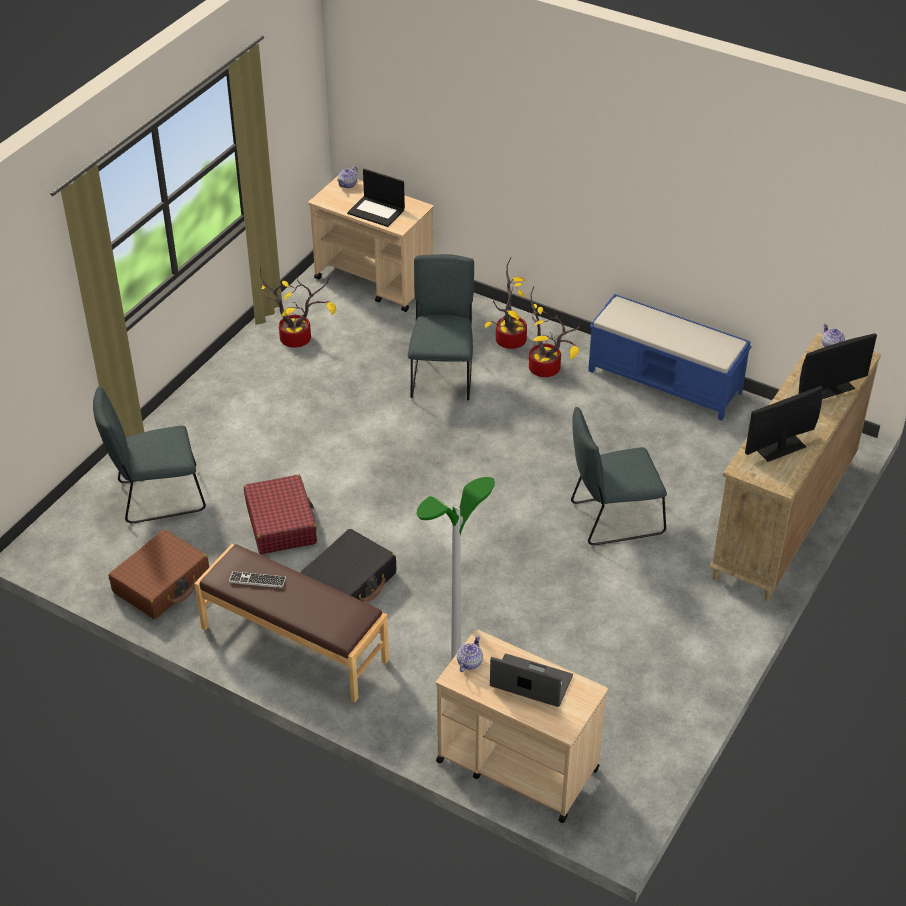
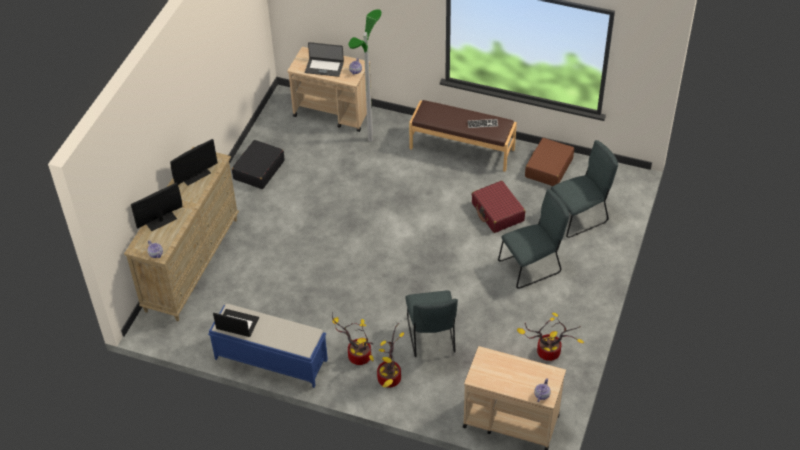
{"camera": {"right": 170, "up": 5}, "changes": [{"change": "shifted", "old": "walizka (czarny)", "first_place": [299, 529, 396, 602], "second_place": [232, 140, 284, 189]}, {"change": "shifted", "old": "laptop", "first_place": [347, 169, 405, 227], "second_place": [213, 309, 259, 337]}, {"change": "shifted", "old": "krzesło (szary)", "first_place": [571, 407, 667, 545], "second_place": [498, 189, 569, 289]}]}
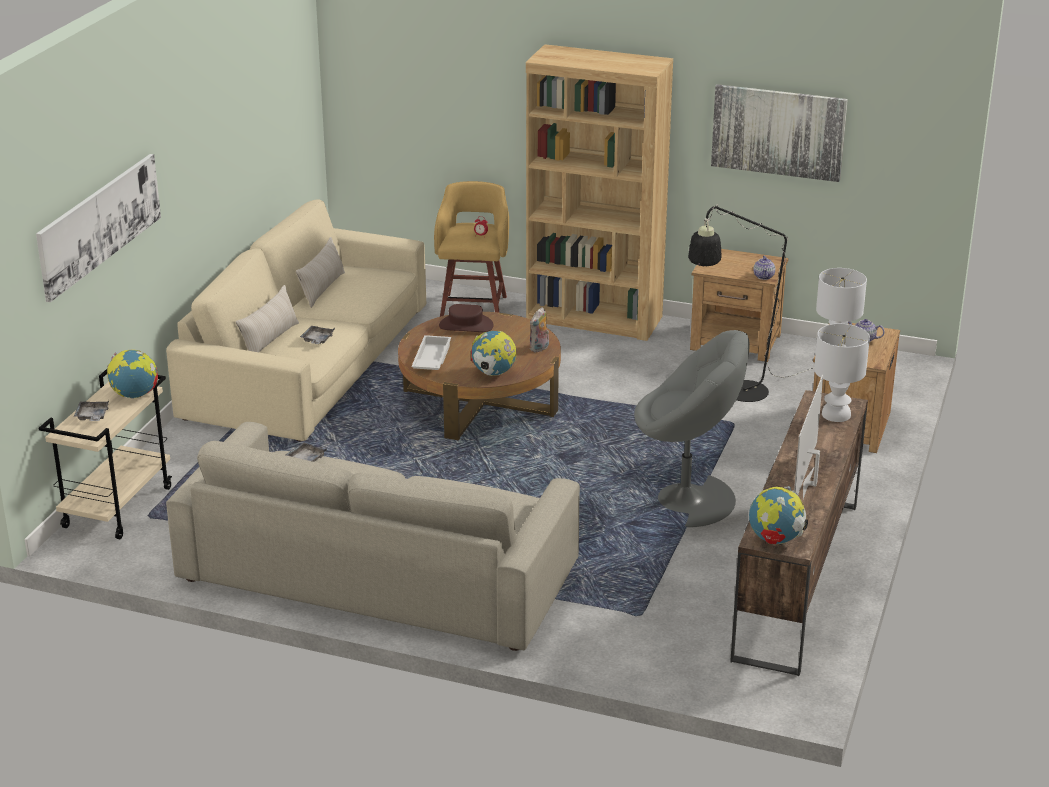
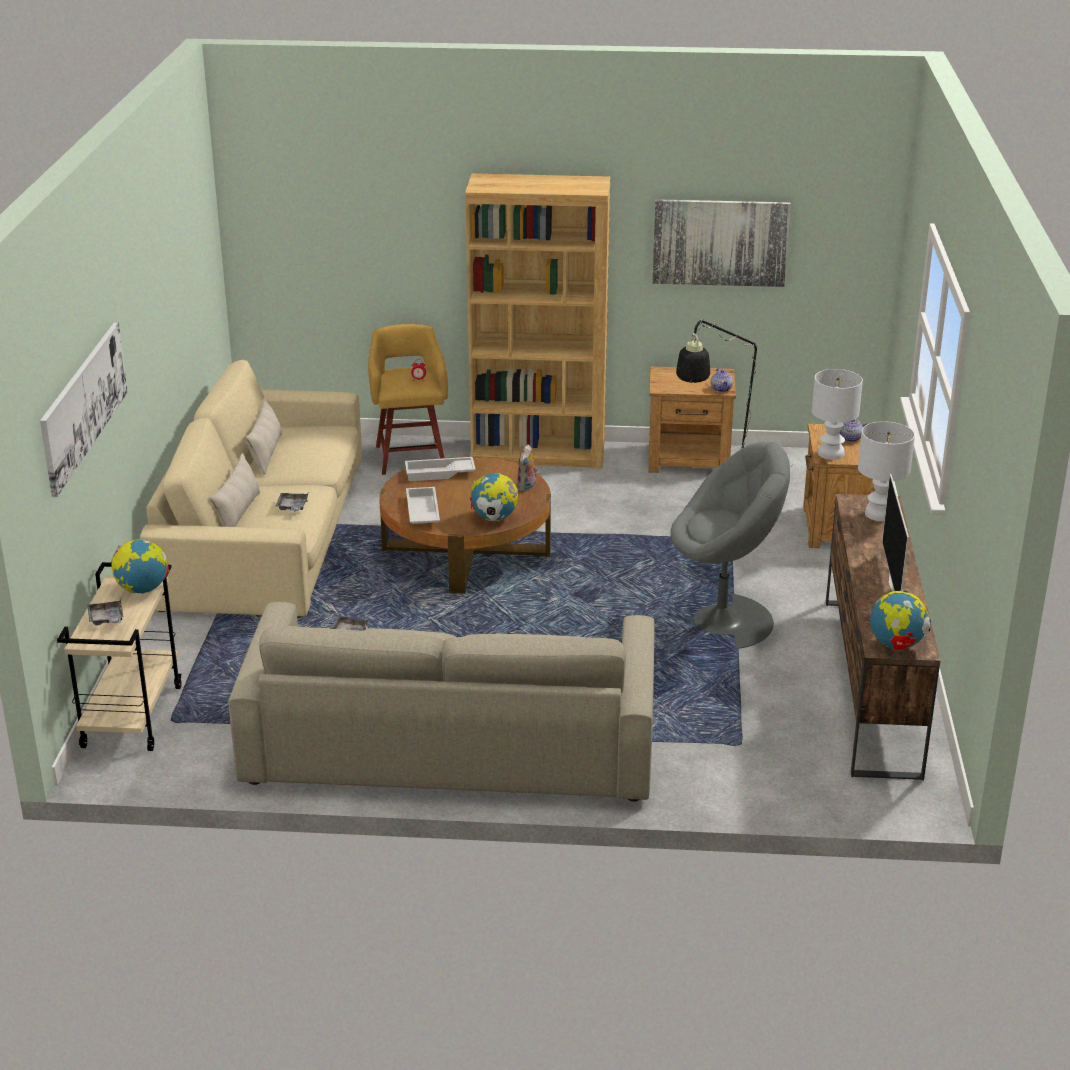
{"camera": {"right": -15, "up": 0}, "changes": [{"change": "swapped", "old": "kapelusz (brązowy)", "new": "taca (biały)", "first_place": [439, 304, 494, 332], "second_place": [405, 457, 476, 481]}]}
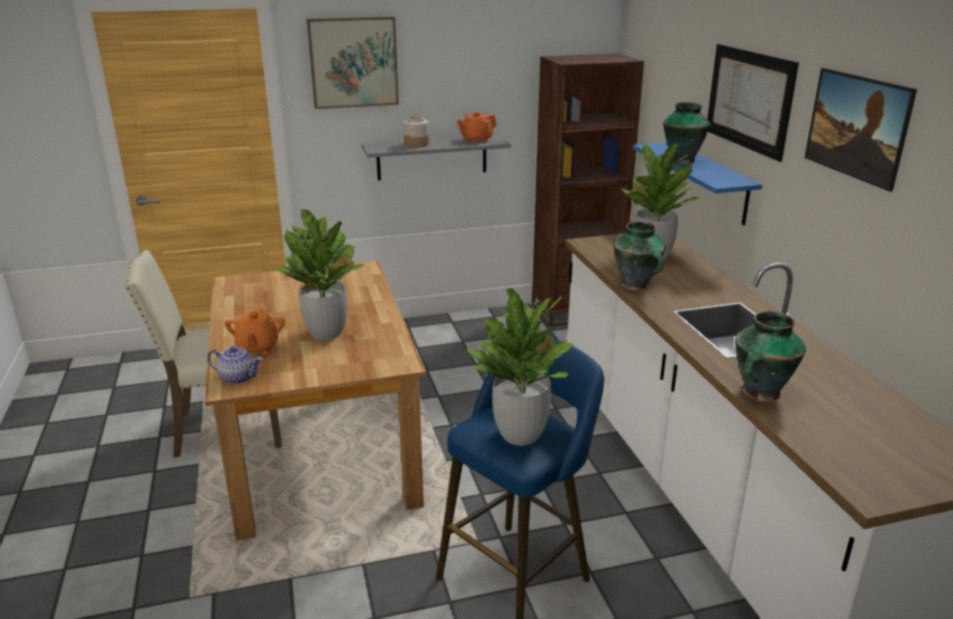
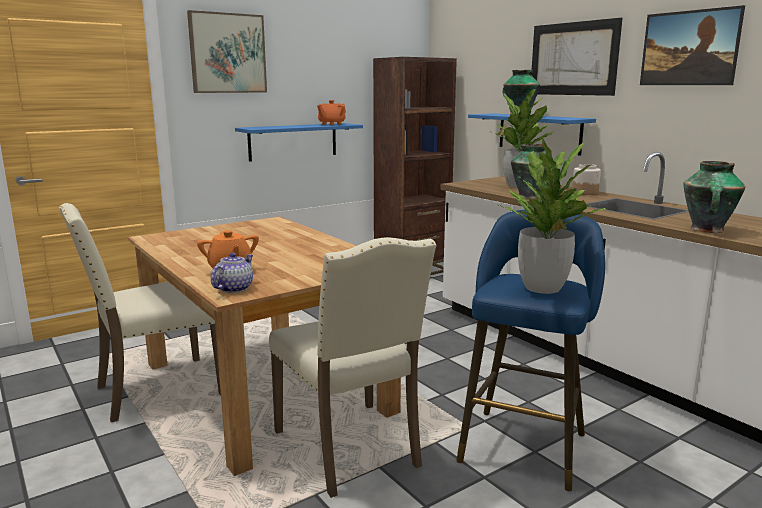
{"camera": {"right": -20, "up": -10}, "changes": [{"change": "rotated", "old": "imbryk", "first_place": [207, 346, 262, 384], "second_place": [211, 252, 253, 293], "degrees": -60}, {"change": "gone", "old": "roślina doniczkowa", "first_place": [275, 209, 365, 340]}, {"change": "repainted", "old": "półka (szary)", "new": "półka (niebieski)", "first_place": [361, 135, 511, 180], "second_place": [235, 123, 363, 162]}, {"change": "shifted", "old": "słoik", "first_place": [403, 116, 429, 148], "second_place": [572, 164, 601, 195]}, {"change": "new", "new": "krzesło (beżowy)", "second_place": [269, 237, 436, 498]}]}
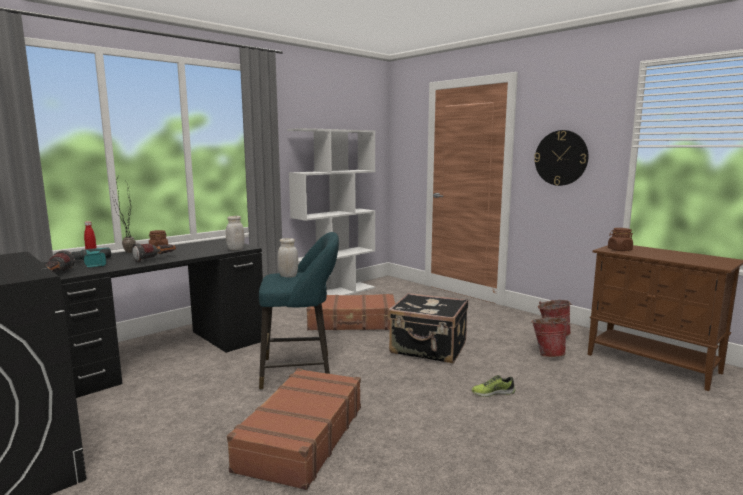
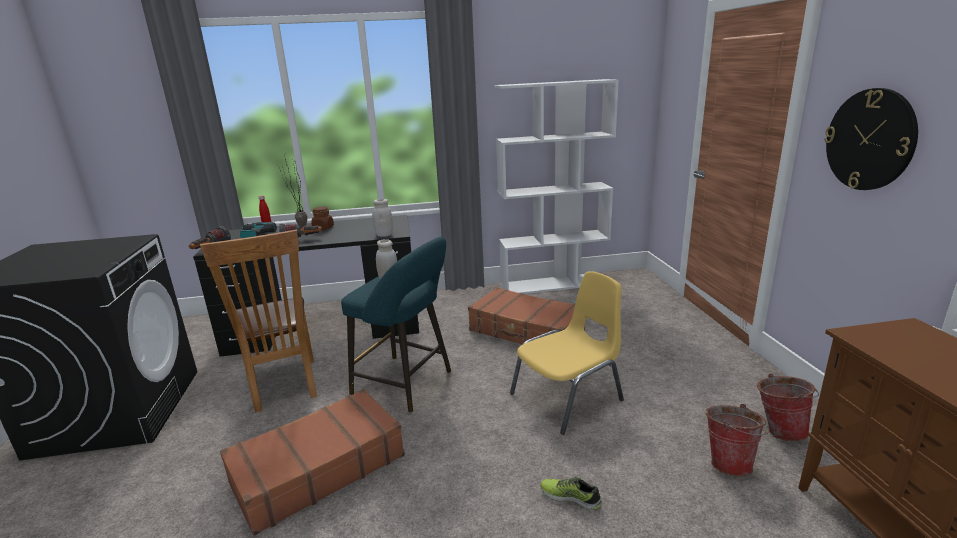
{"camera": {"right": 35, "up": 10}, "changes": [{"change": "swapped", "old": "walizka (czarny)", "new": "krzesło (żółty)", "first_place": [388, 293, 468, 363], "second_place": [510, 271, 624, 435]}, {"change": "gone", "old": "słoik (brązowy)", "first_place": [608, 228, 633, 251]}, {"change": "new", "new": "krzesło (brązowy)", "second_place": [200, 229, 317, 413]}]}
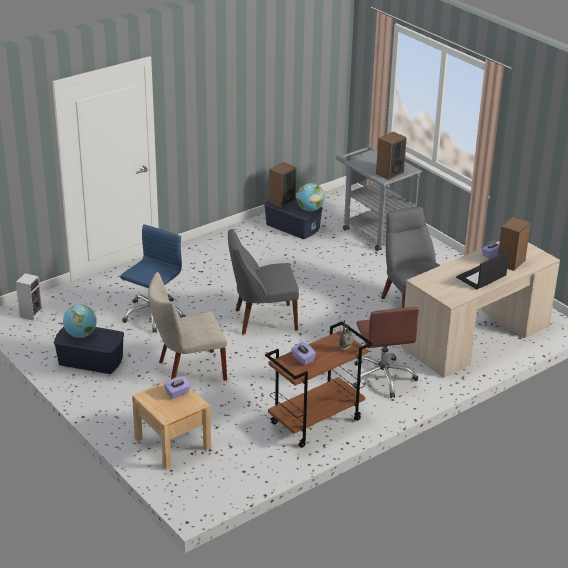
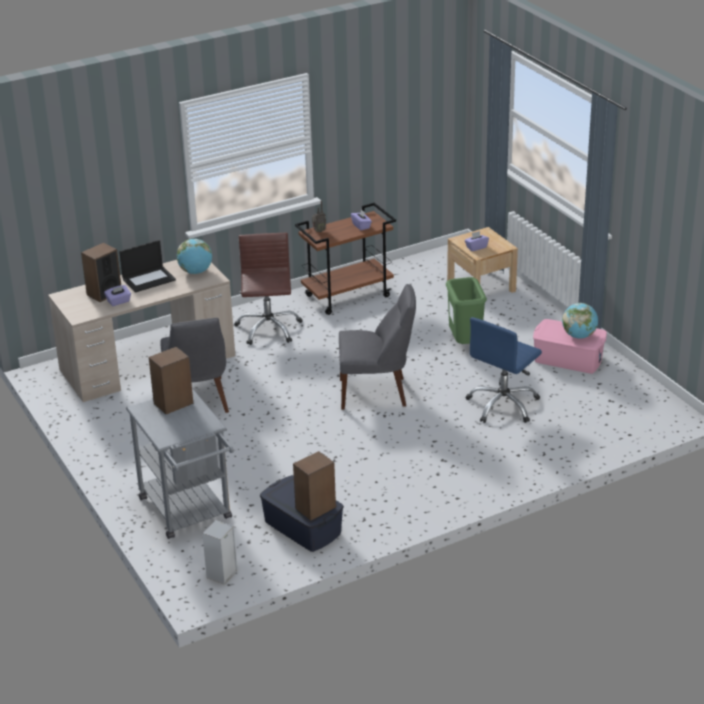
{"camera": {"right": -170, "up": 0}, "changes": [{"change": "shifted", "old": "głośnik", "first_place": [16, 273, 43, 321], "second_place": [202, 520, 237, 585]}, {"change": "repainted", "old": "pojemnik do przechowywania (niebieski)", "new": "pojemnik do przechowywania (różowy)", "first_place": [54, 327, 124, 374], "second_place": [533, 319, 607, 374]}, {"change": "swapped", "old": "krzesło (beżowy)", "new": "kosz na śmieci (zielony)", "first_place": [148, 272, 227, 381], "second_place": [446, 277, 487, 344]}, {"change": "shifted", "old": "globus", "first_place": [297, 183, 325, 211], "second_place": [177, 239, 212, 274]}]}
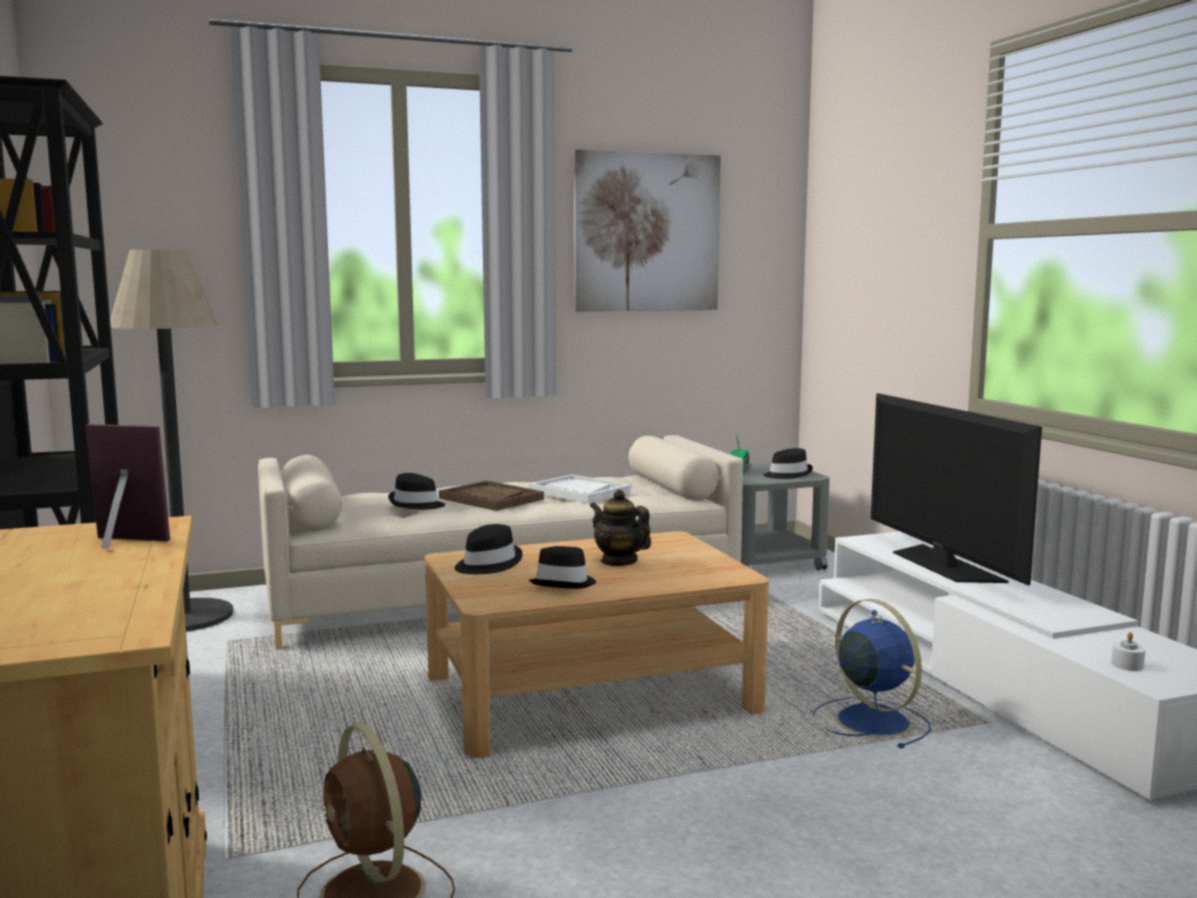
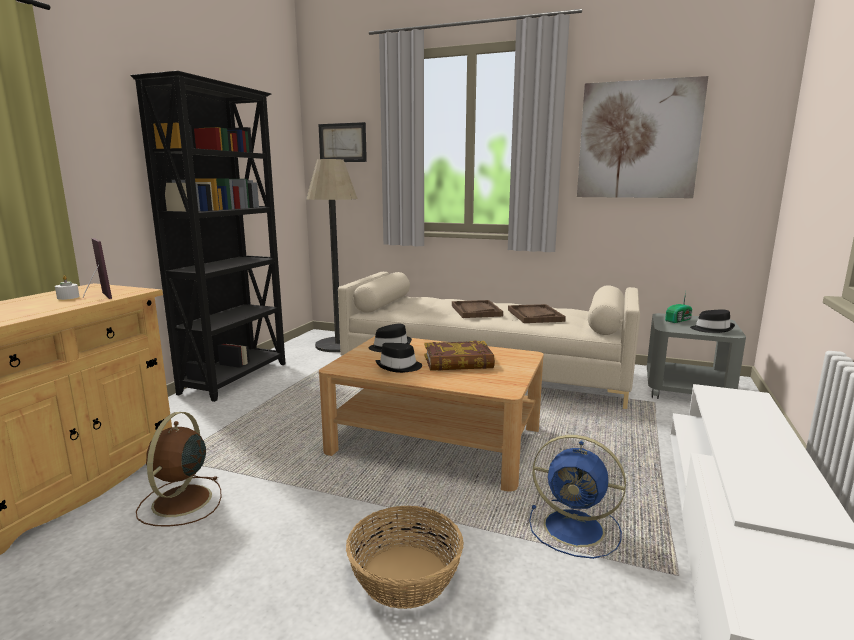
{"camera": {"right": 40, "up": 5}, "changes": [{"change": "gone", "old": "kapelusz (czarny)", "first_place": [388, 473, 445, 510]}, {"change": "repainted", "old": "taca (biały)", "new": "taca (brązowy)", "first_place": [529, 475, 631, 503], "second_place": [508, 304, 566, 323]}, {"change": "swapped", "old": "imbryk", "new": "książka", "first_place": [590, 489, 651, 566], "second_place": [424, 341, 495, 371]}, {"change": "rotated", "old": "wentylator (niebieski)", "first_place": [813, 599, 931, 749], "second_place": [529, 435, 626, 559], "degrees": 105}, {"change": "gone", "old": "telewizor", "first_place": [871, 393, 1042, 585]}, {"change": "shifted", "old": "świeca (biały)", "first_place": [1111, 632, 1146, 671], "second_place": [55, 275, 80, 300]}, {"change": "new", "new": "obraz", "second_place": [318, 122, 367, 162]}, {"change": "new", "new": "koszyk", "second_place": [346, 506, 464, 609]}]}
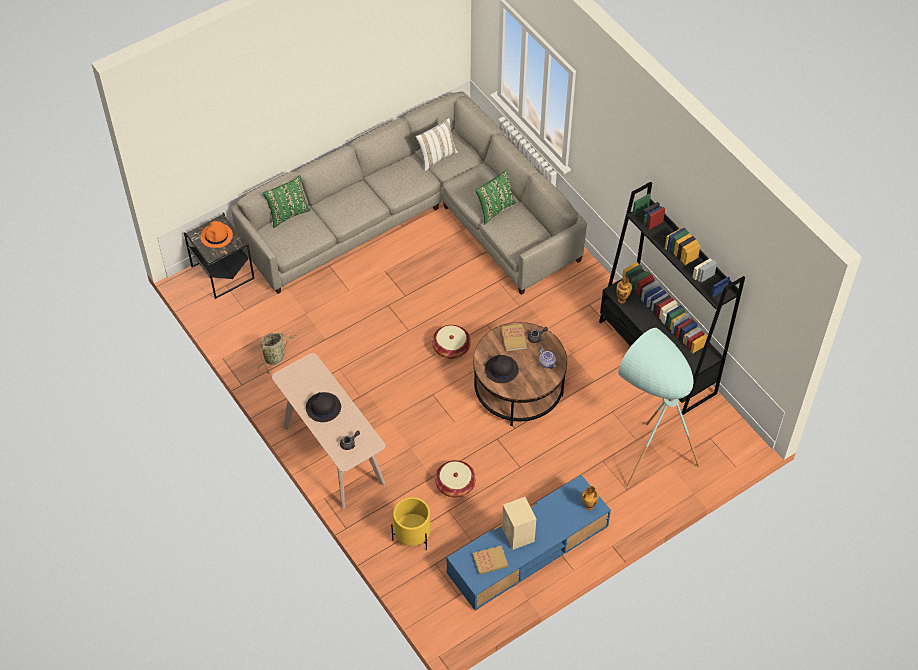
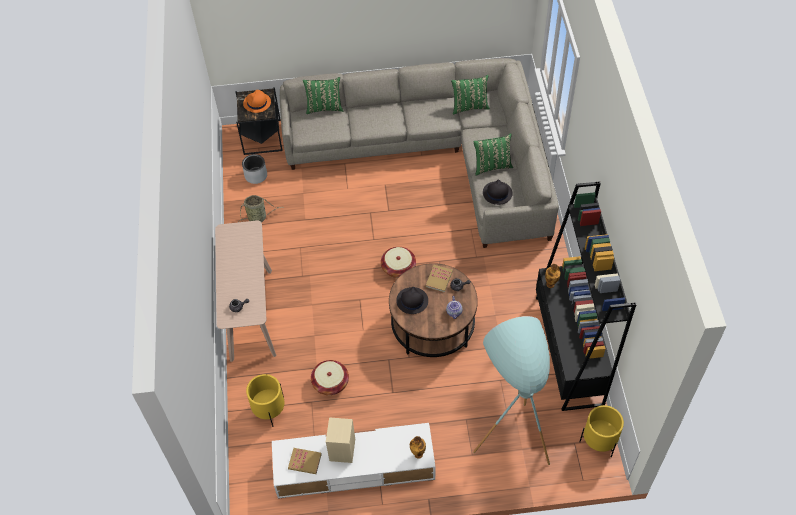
{"camera": {"right": 30, "up": 0}, "changes": [{"change": "shifted", "old": "kapelusz (czarny)", "first_place": [306, 392, 341, 422], "second_place": [483, 180, 513, 205]}, {"change": "repainted", "old": "poduszka (biały)", "new": "poduszka (zielony)", "first_place": [416, 118, 458, 171], "second_place": [451, 75, 490, 115]}, {"change": "repainted", "old": "szafka pod telewizor (niebieski)", "new": "szafka pod telewizor (biały)", "first_place": [447, 475, 611, 610], "second_place": [272, 423, 435, 498]}, {"change": "new", "new": "donica (szary)", "second_place": [242, 154, 267, 184]}, {"change": "new", "new": "donica (żółty)", "second_place": [579, 405, 624, 457]}]}
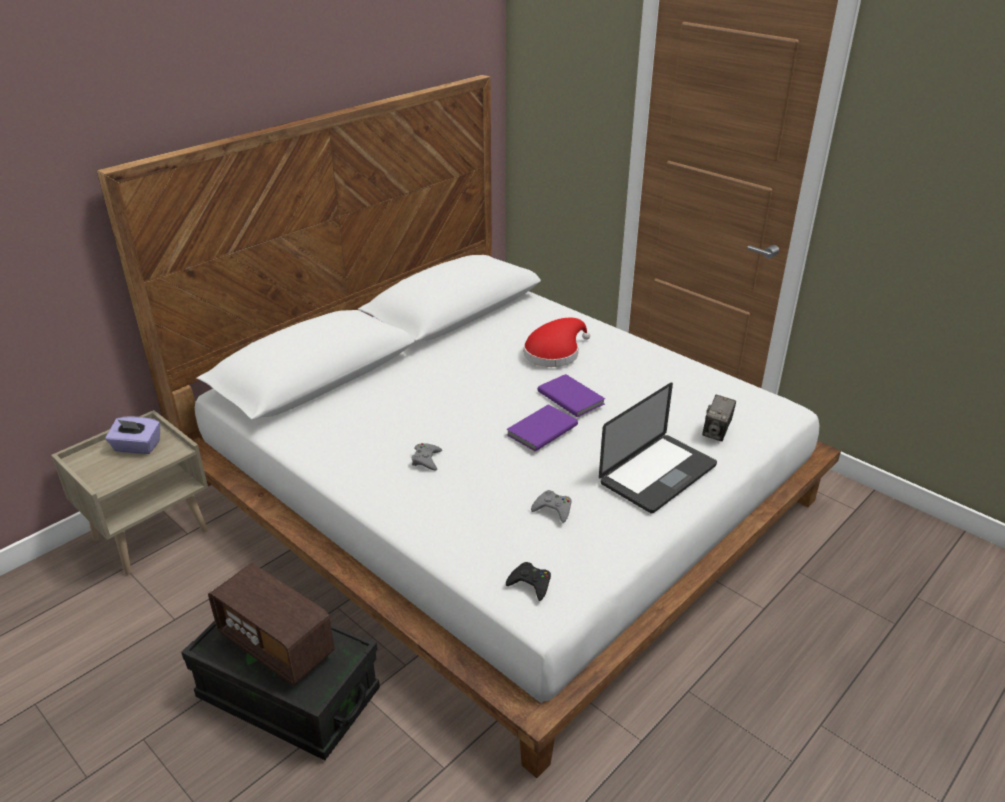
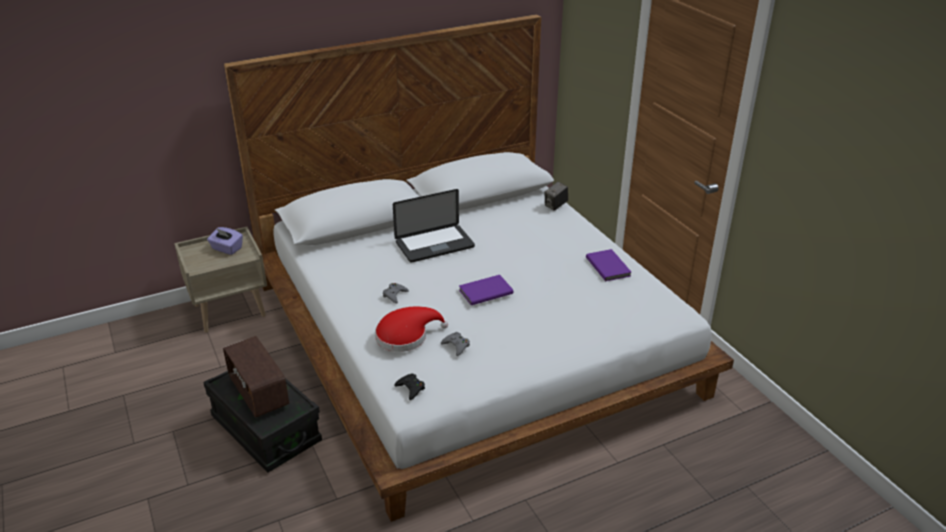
{"camera": {"right": 20, "up": 0}, "changes": [{"change": "shifted", "old": "kapelusz (czerwony)", "first_place": [524, 318, 590, 367], "second_place": [375, 306, 448, 352]}, {"change": "shifted", "old": "książka (fioletowy)", "first_place": [537, 374, 605, 417], "second_place": [586, 249, 631, 281]}, {"change": "shifted", "old": "laptop", "first_place": [599, 382, 717, 513], "second_place": [393, 189, 475, 263]}, {"change": "shifted", "old": "aparat fotograficzny", "first_place": [702, 395, 736, 442], "second_place": [544, 182, 568, 211]}]}
